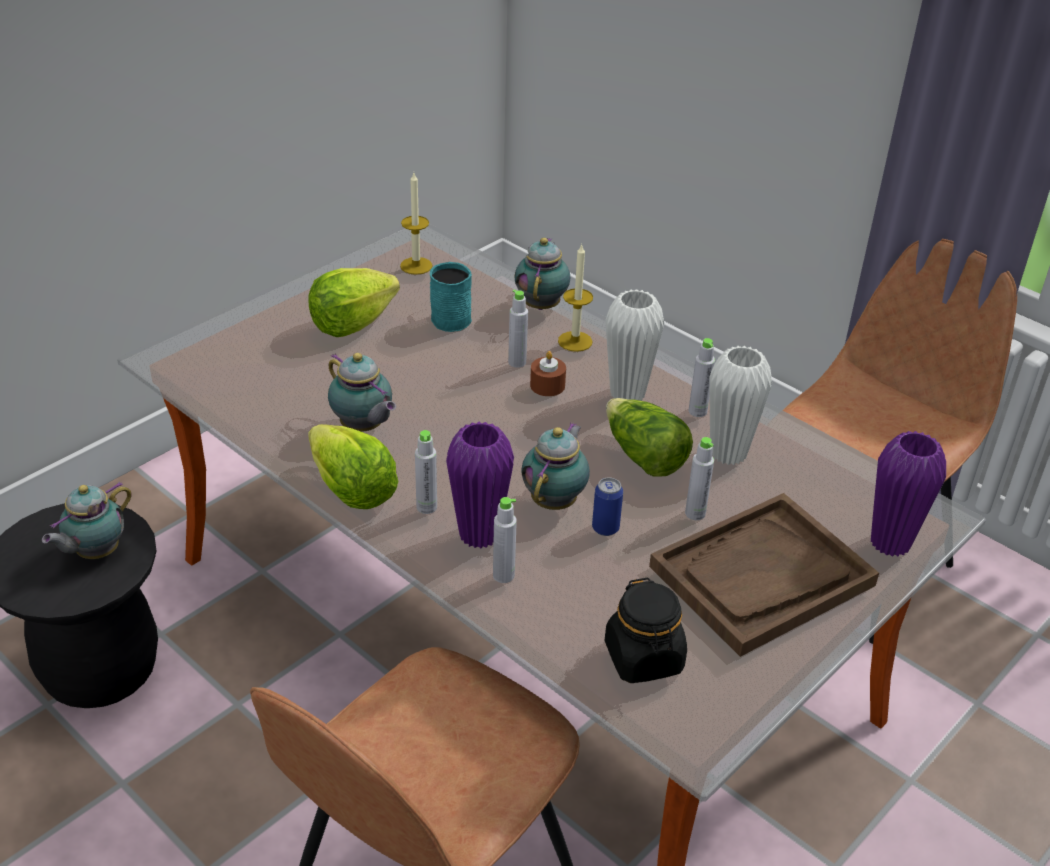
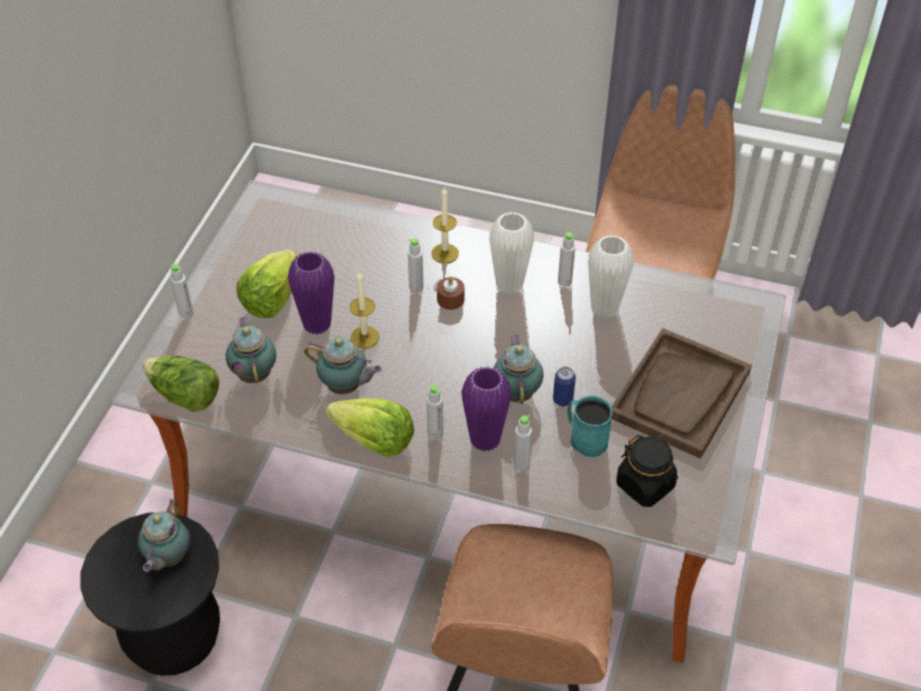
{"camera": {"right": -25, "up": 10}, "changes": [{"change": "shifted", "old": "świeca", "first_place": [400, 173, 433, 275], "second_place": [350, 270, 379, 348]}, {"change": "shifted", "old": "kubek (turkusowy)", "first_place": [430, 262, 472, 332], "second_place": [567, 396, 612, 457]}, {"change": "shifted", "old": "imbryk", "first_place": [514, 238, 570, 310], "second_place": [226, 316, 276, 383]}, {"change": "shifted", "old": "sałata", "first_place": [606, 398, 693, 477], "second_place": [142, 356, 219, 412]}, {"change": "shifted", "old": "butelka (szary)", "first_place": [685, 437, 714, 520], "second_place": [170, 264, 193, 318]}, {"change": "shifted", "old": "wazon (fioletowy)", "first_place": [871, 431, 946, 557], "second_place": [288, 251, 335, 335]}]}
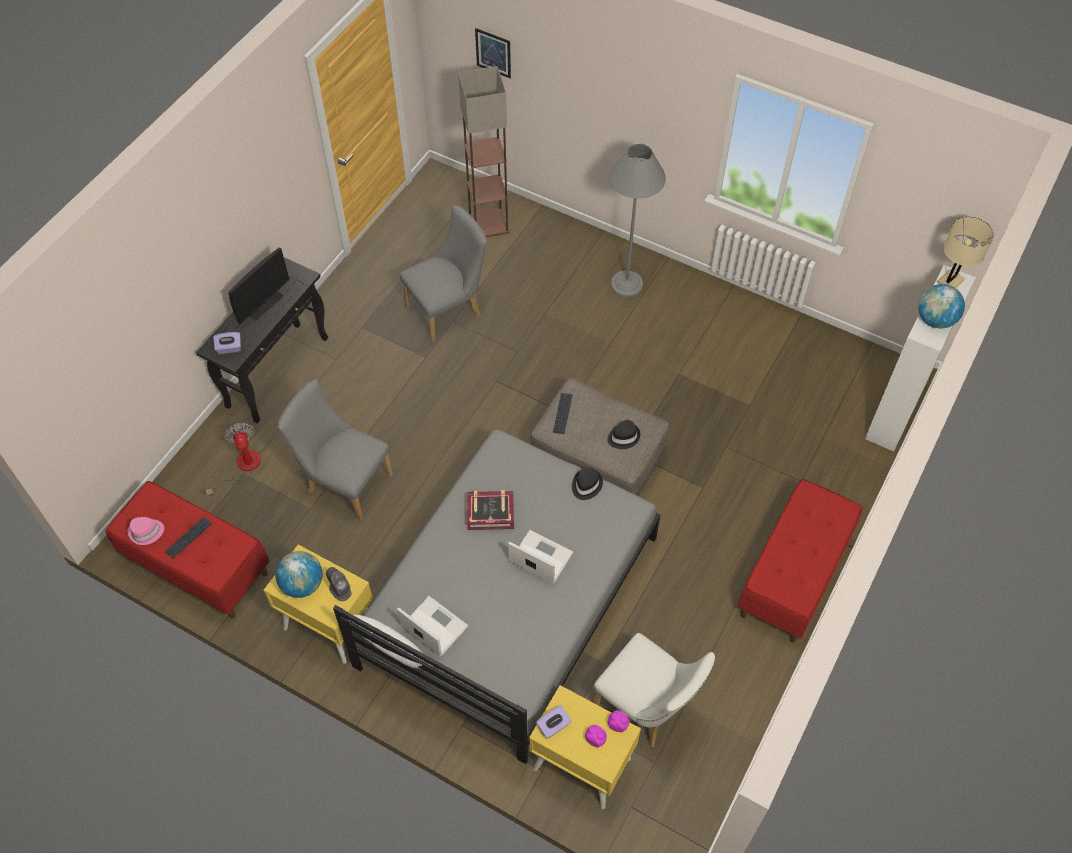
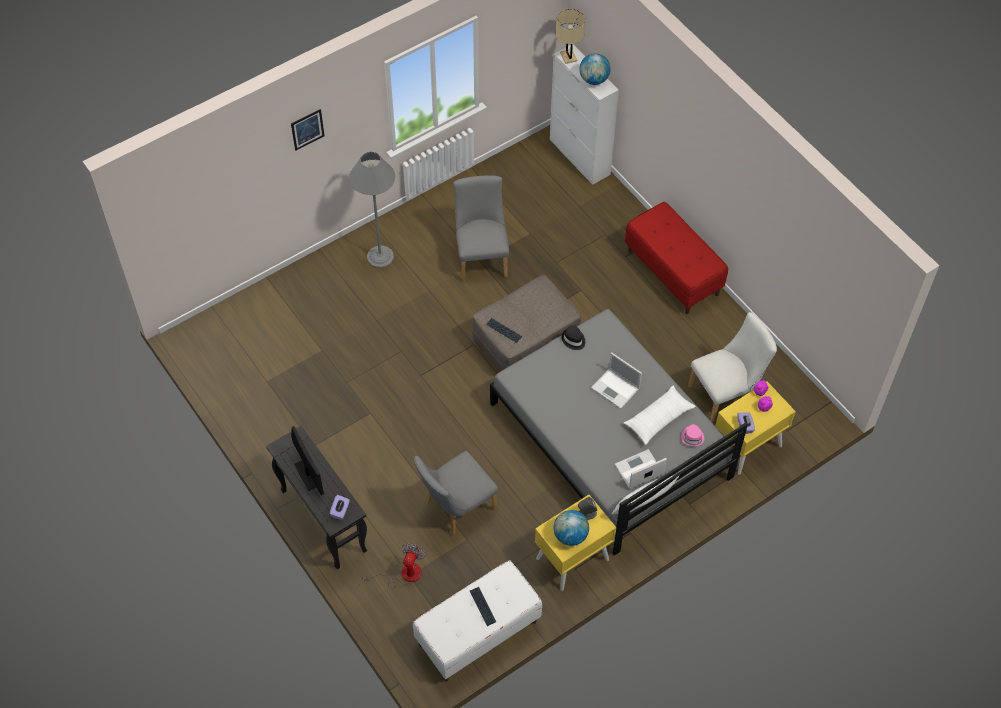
{"camera": {"right": -65, "up": 0}, "changes": [{"change": "repainted", "old": "ławka (czerwony)", "new": "ławka (biały)", "first_place": [105, 481, 269, 618], "second_place": [413, 560, 542, 681]}, {"change": "shifted", "old": "kapelusz (różowy)", "first_place": [127, 517, 164, 545], "second_place": [681, 424, 705, 446]}, {"change": "rotated", "old": "wentylator", "first_place": [205, 423, 261, 496], "second_place": [362, 543, 425, 588], "degrees": 105}, {"change": "shifted", "old": "krzesło (szary)", "first_place": [400, 205, 487, 342], "second_place": [453, 175, 509, 281]}, {"change": "gone", "old": "lampa stojąca", "first_place": [458, 66, 509, 237]}, {"change": "gone", "old": "książka", "first_place": [467, 490, 514, 530]}, {"change": "shifted", "old": "obraz", "first_place": [475, 28, 511, 78], "second_place": [291, 109, 325, 151]}, {"change": "rotated", "old": "laptop", "first_place": [508, 530, 573, 584], "second_place": [591, 352, 642, 409], "degrees": -105}, {"change": "gone", "old": "kapelusz (czarny)", "first_place": [607, 420, 640, 449]}, {"change": "new", "new": "poduszka (biały)", "second_place": [624, 386, 696, 445]}]}
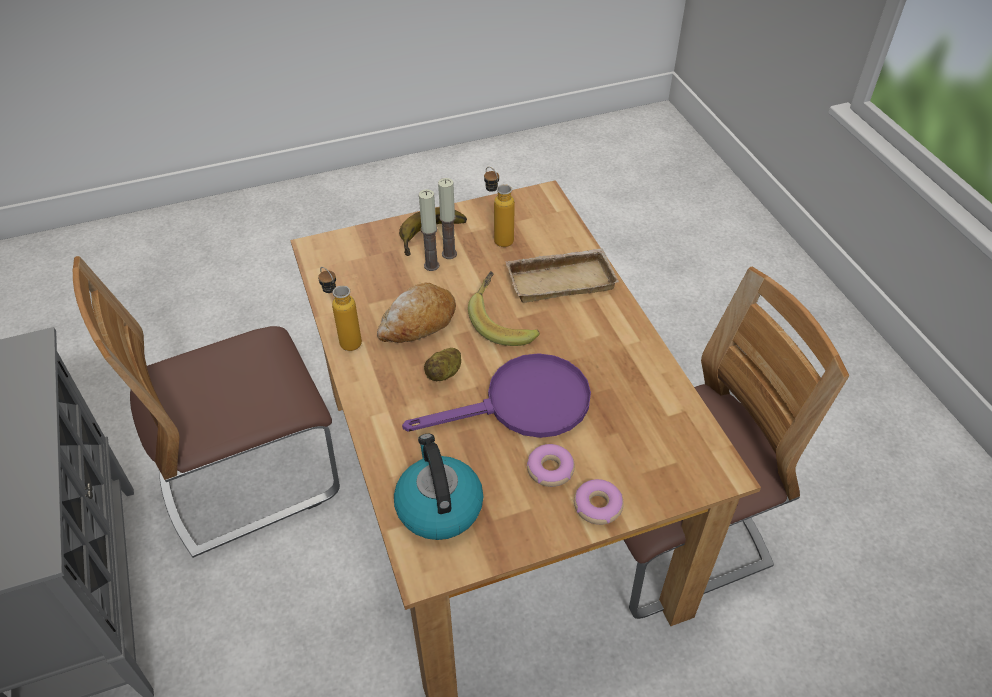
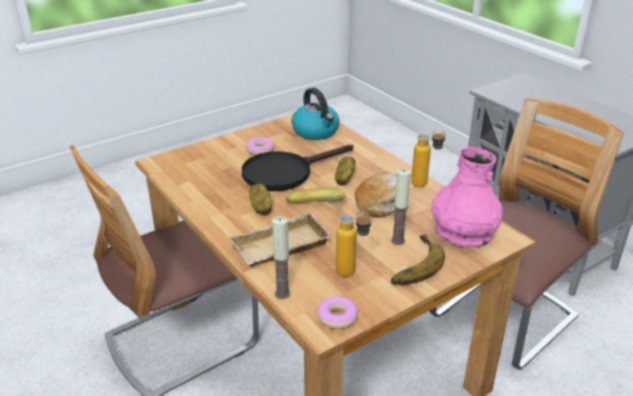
{"camera": {"right": 165, "up": -15}, "changes": [{"change": "repainted", "old": "patelnia (fioletowy)", "new": "patelnia (czarny)", "first_place": [402, 353, 591, 438], "second_place": [242, 145, 353, 191]}, {"change": "shifted", "old": "świeca", "first_place": [438, 178, 457, 259], "second_place": [272, 216, 290, 299]}, {"change": "shifted", "old": "donut", "first_place": [574, 479, 624, 525], "second_place": [317, 297, 358, 329]}, {"change": "new", "new": "ziemniak", "second_place": [249, 183, 272, 215]}, {"change": "new", "new": "wazon (różowy)", "second_place": [431, 147, 503, 248]}]}
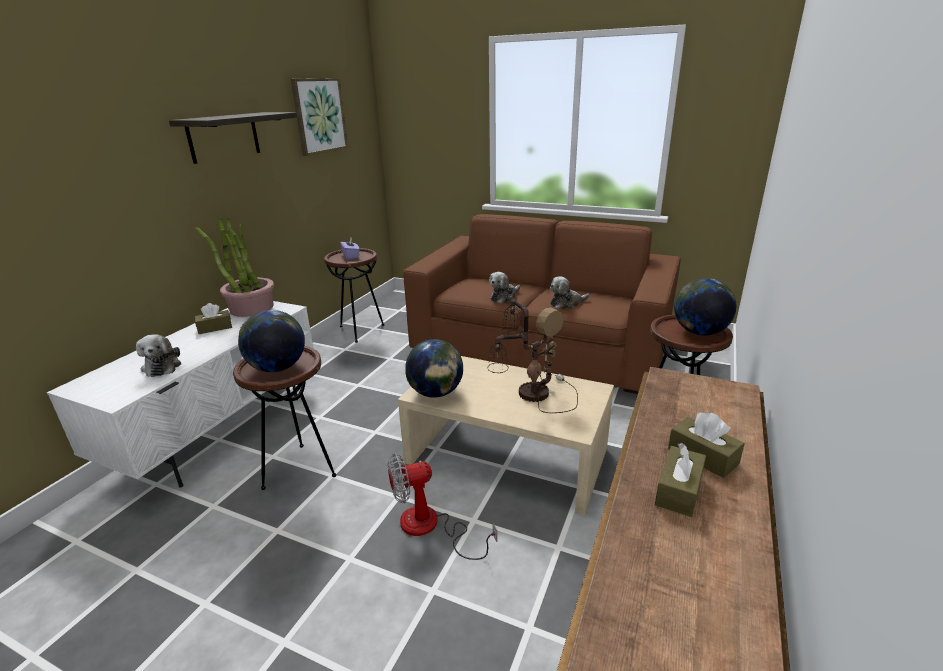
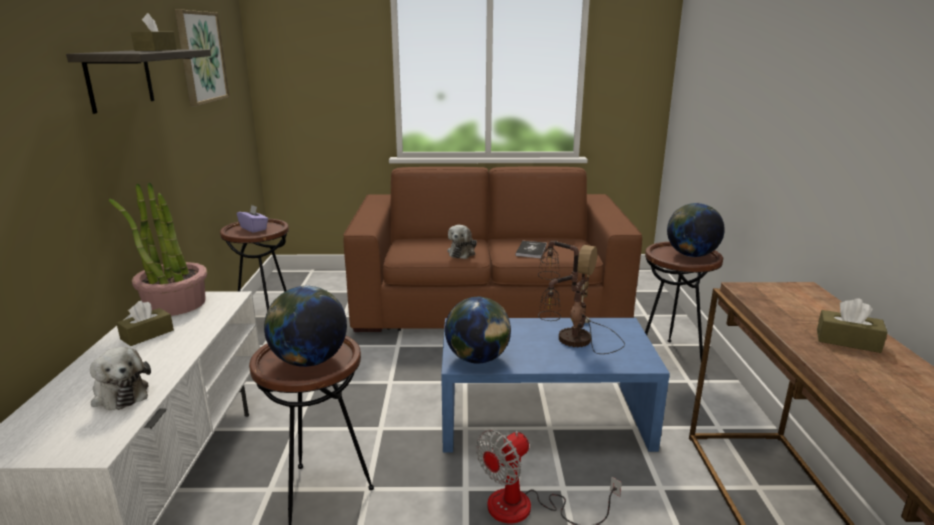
{"camera": {"right": -25, "up": -5}, "changes": [{"change": "repainted", "old": "ława (beżowy)", "new": "ława (niebieski)", "first_place": [398, 356, 614, 515], "second_place": [441, 318, 670, 453]}, {"change": "swapped", "old": "pluszak", "new": "książka", "first_place": [550, 276, 590, 309], "second_place": [515, 241, 547, 258]}, {"change": "shifted", "old": "pudełko chusteczek (brązowy)", "first_place": [655, 443, 706, 517], "second_place": [131, 13, 177, 51]}]}
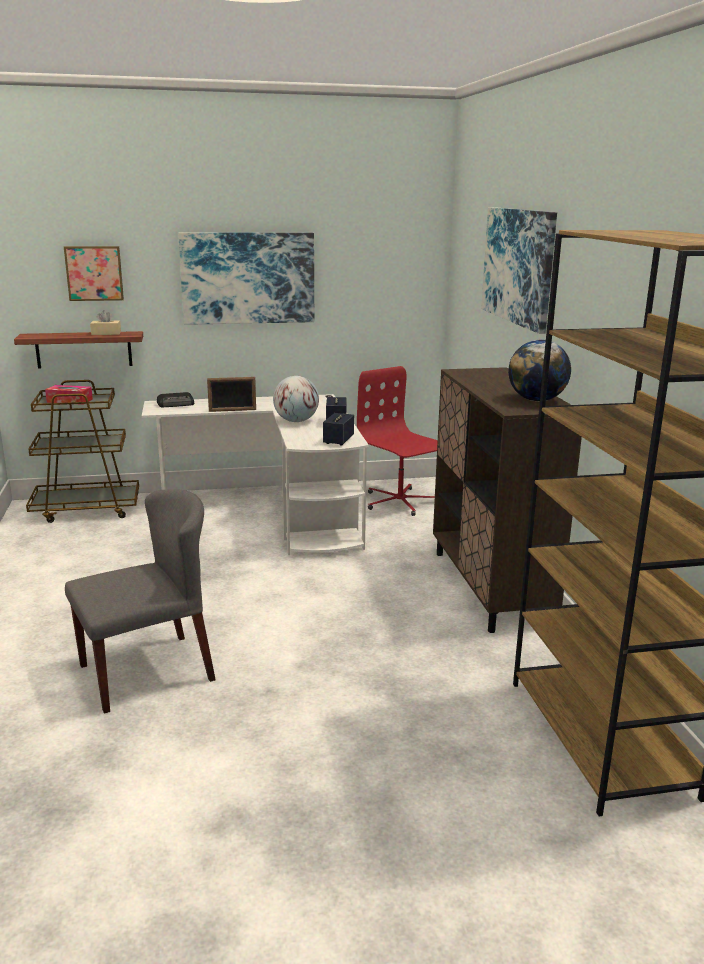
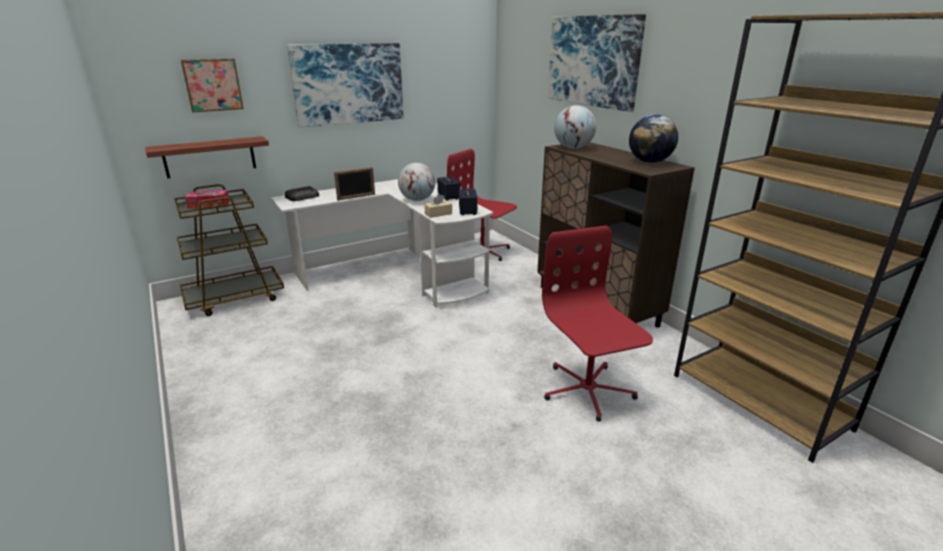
{"camera": {"right": -20, "up": 5}, "changes": [{"change": "gone", "old": "krzesło (szary)", "first_place": [65, 489, 216, 714]}, {"change": "shifted", "old": "pudełko chusteczek (beżowy)", "first_place": [90, 310, 121, 335], "second_place": [424, 194, 452, 218]}, {"change": "new", "new": "krzesło biurowe (czerwony)", "second_place": [542, 226, 653, 421]}, {"change": "new", "new": "globus", "second_place": [554, 105, 596, 149]}]}
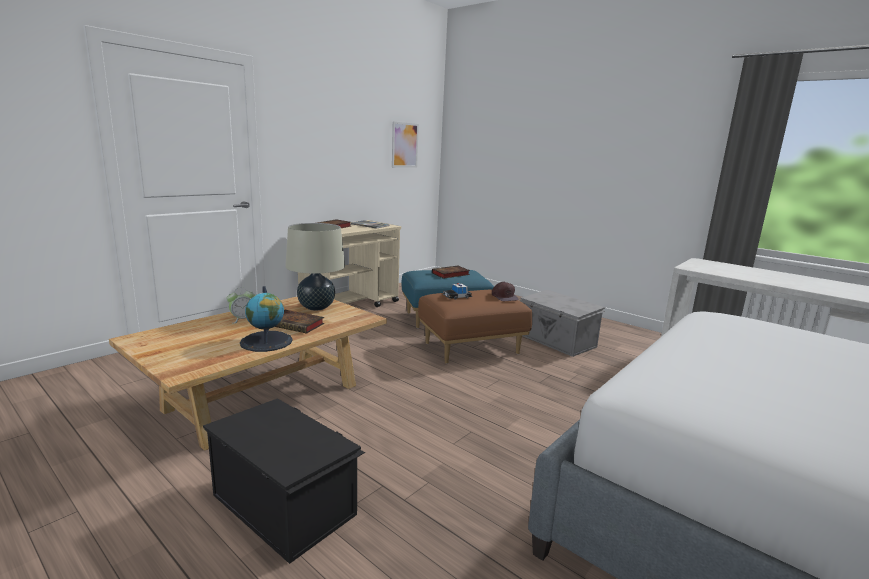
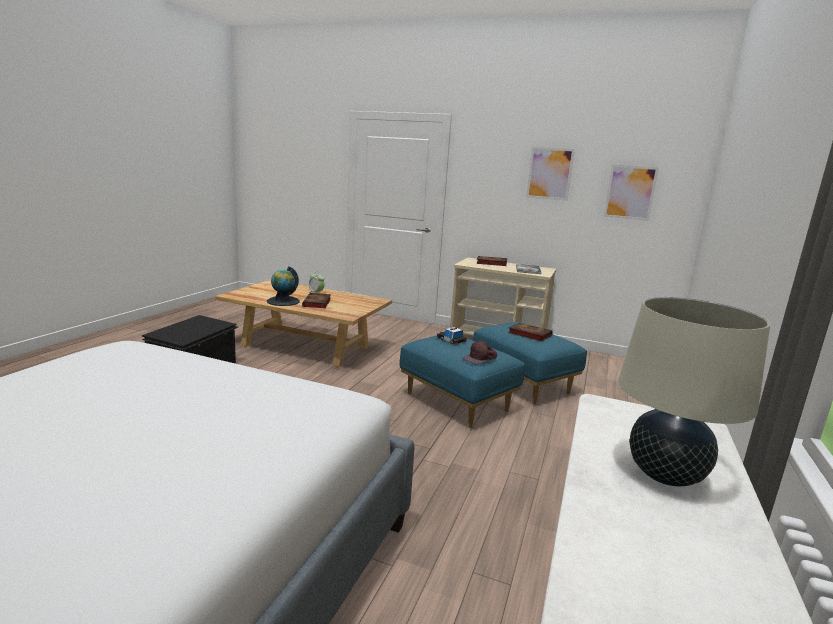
{"camera": {"right": 70, "up": 0}, "changes": [{"change": "shifted", "old": "lampa stołowa (beżowy)", "first_place": [285, 223, 345, 311], "second_place": [618, 297, 770, 486]}, {"change": "repainted", "old": "pufa (brązowy)", "new": "pufa (niebieski)", "first_place": [418, 289, 532, 364], "second_place": [400, 336, 525, 428]}, {"change": "gone", "old": "pojemnik do przechowywania (szary)", "first_place": [519, 290, 605, 357]}, {"change": "new", "new": "obraz", "second_place": [526, 147, 575, 201]}]}
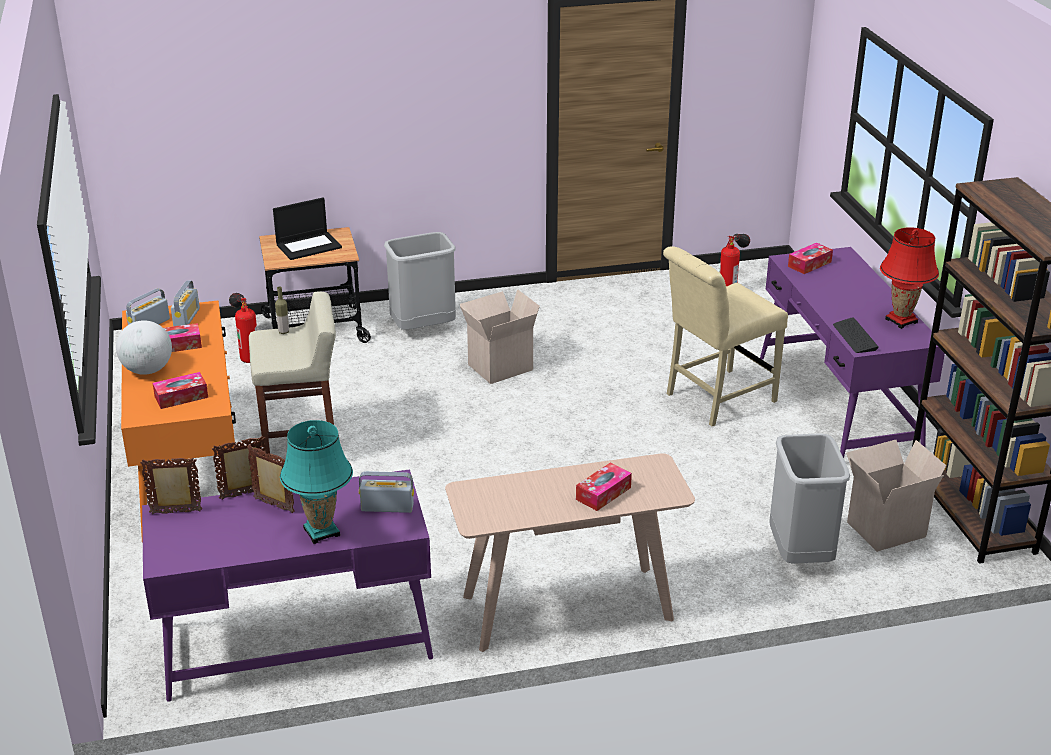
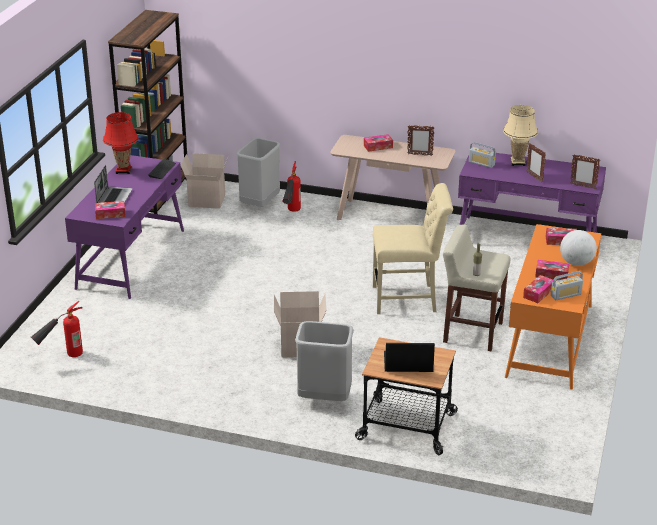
{"camera": {"right": -150, "up": 0}, "changes": [{"change": "swapped", "old": "radio", "new": "pudełko chusteczek", "first_place": [171, 280, 200, 326], "second_place": [523, 275, 553, 303]}, {"change": "shifted", "old": "ramka na zdjęcie", "first_place": [212, 436, 267, 500], "second_place": [407, 125, 434, 156]}, {"change": "shifted", "old": "gaśnica", "first_place": [229, 293, 257, 363], "second_place": [282, 161, 301, 212]}, {"change": "repainted", "old": "lampa stołowa (turkusowy)", "new": "lampa stołowa (beżowy)", "first_place": [280, 420, 353, 544], "second_place": [503, 105, 538, 166]}, {"change": "shifted", "old": "krzesło (beżowy)", "first_place": [663, 246, 788, 426], "second_place": [373, 183, 453, 314]}, {"change": "new", "new": "laptop", "second_place": [94, 165, 132, 203]}]}
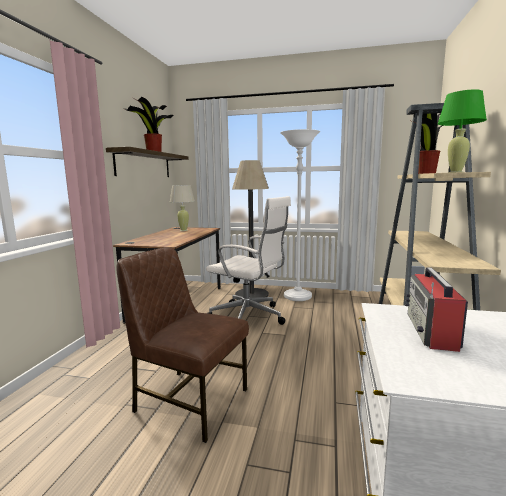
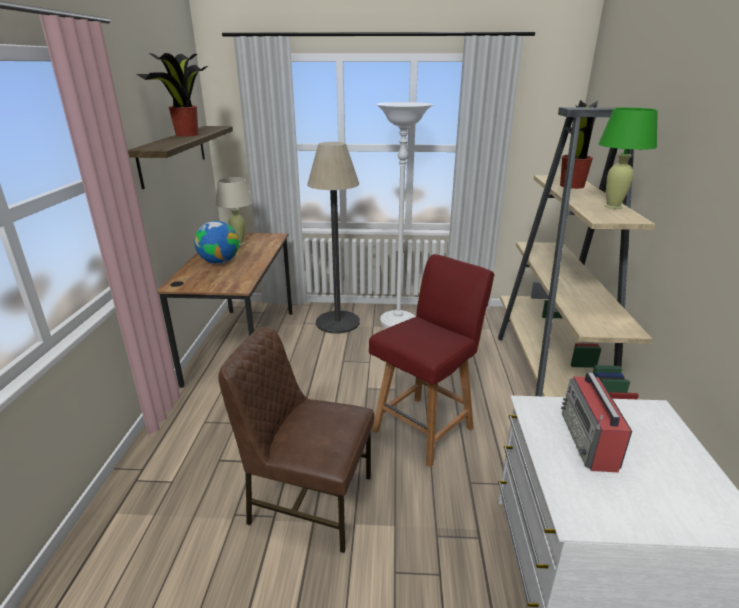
{"camera": {"right": -10, "up": 15}, "changes": [{"change": "gone", "old": "krzesło biurowe (biały)", "first_place": [206, 196, 291, 325]}, {"change": "new", "new": "globus", "second_place": [194, 221, 239, 264]}, {"change": "new", "new": "krzesło (czerwony)", "second_place": [369, 254, 494, 467]}]}
